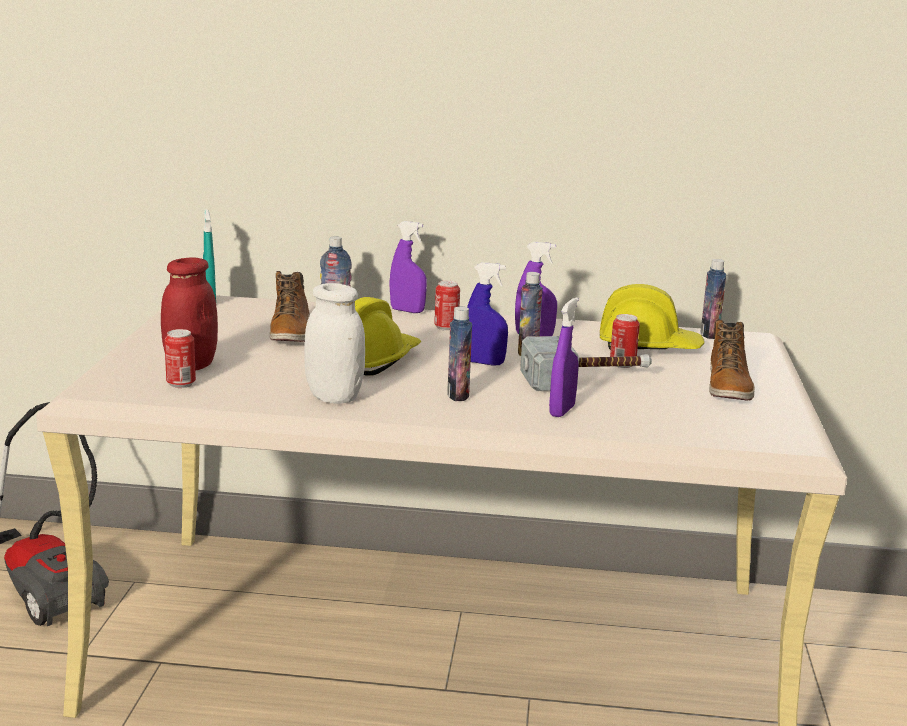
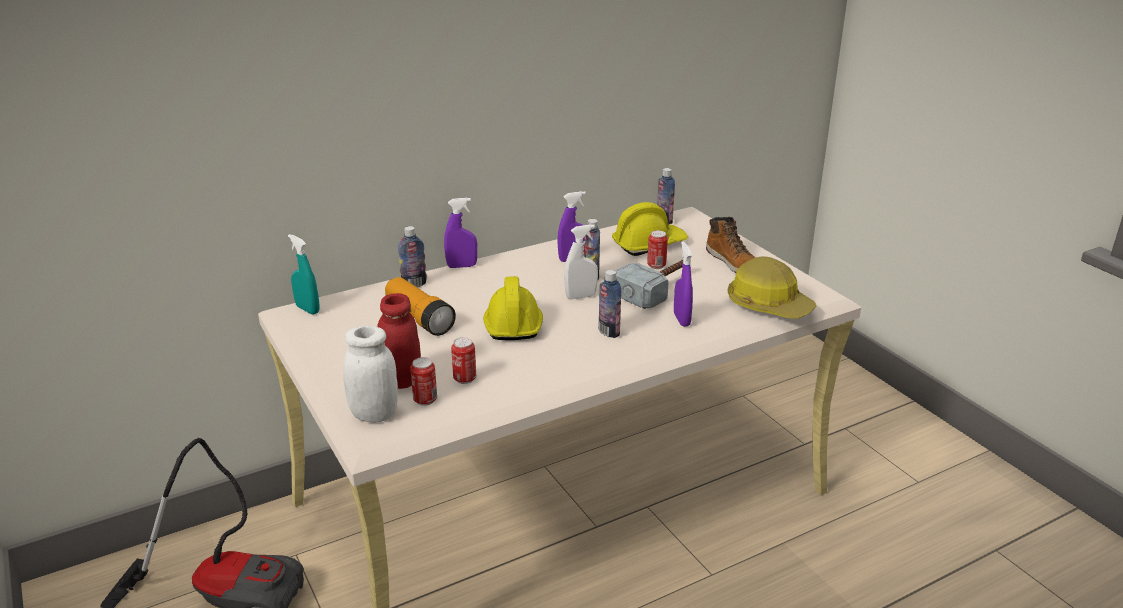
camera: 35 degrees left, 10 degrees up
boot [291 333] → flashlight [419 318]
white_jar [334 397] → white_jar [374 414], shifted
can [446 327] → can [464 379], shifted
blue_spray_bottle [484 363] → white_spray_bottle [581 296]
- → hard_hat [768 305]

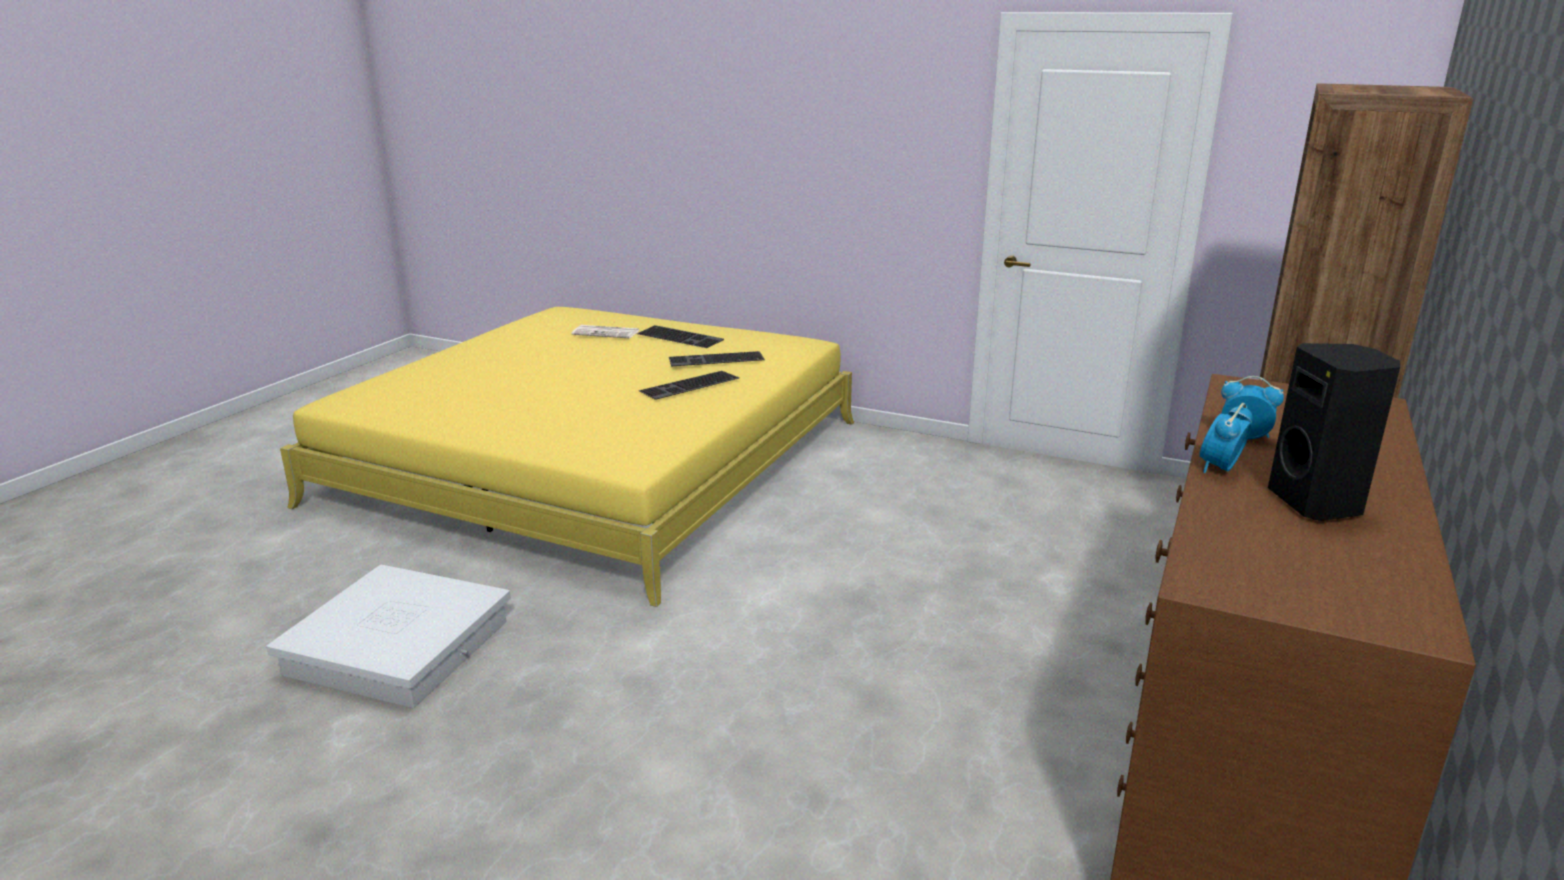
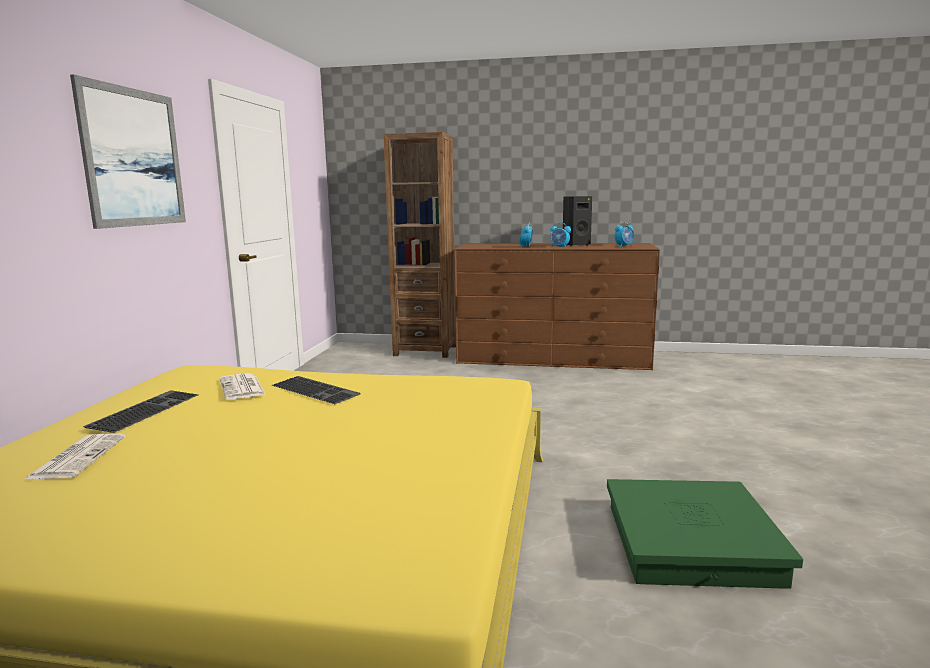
camera: 105 degrees left, 10 degrees down
white_storage_box [399 647] → green_storage_box [689 543]
keyboard [715 360] → newspaper [242 387]
- → picture [133 158]
- → alarm_clock [624 246]

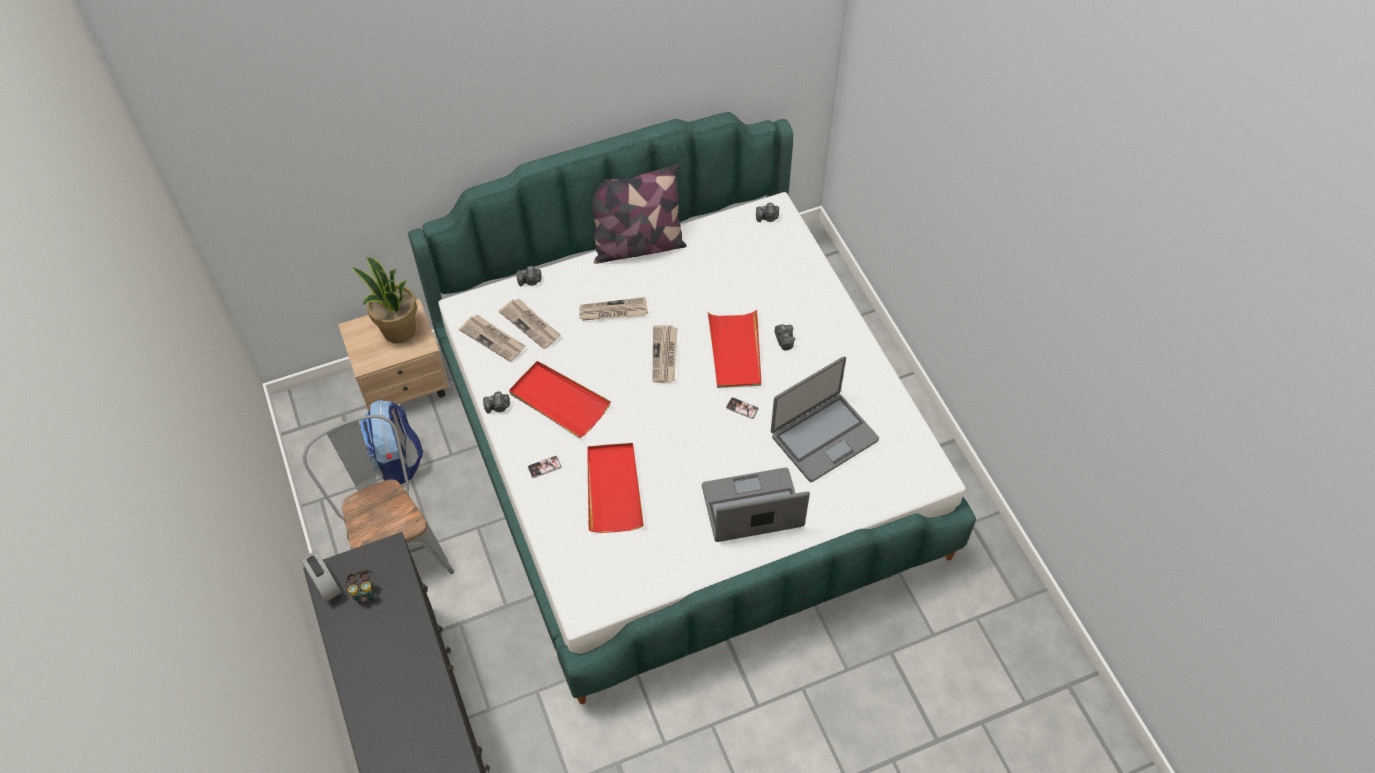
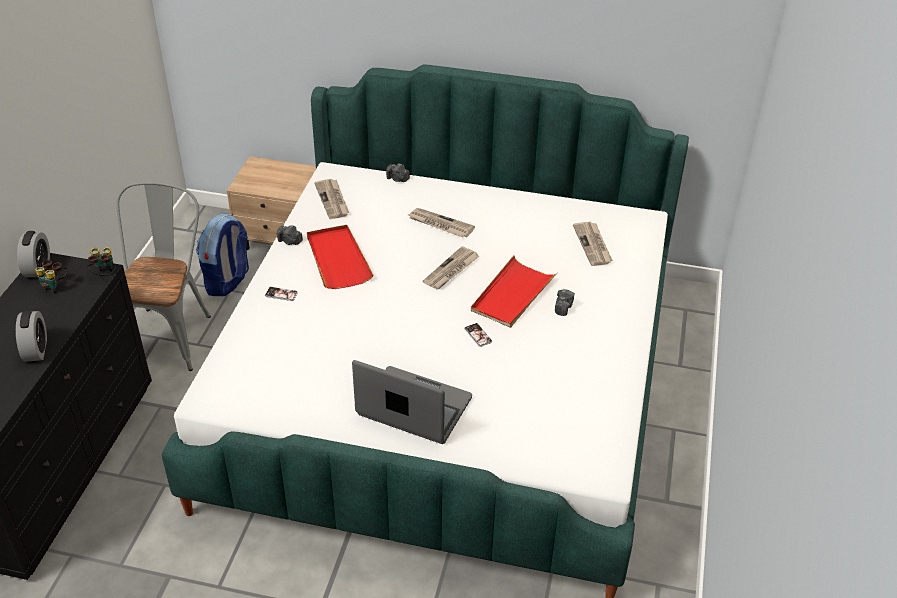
camera: 35 degrees right, 15 degrees down
potted_plant [398 330] → -
newspaper [531 324] → newspaper [593 245], shifted
red_tray [613 489] → -
pillow [637 246] → -
photo_camera [768 218] → -
laptop [823 437] → -
- → alarm_clock [36 350]
- → binoculars [104 275]

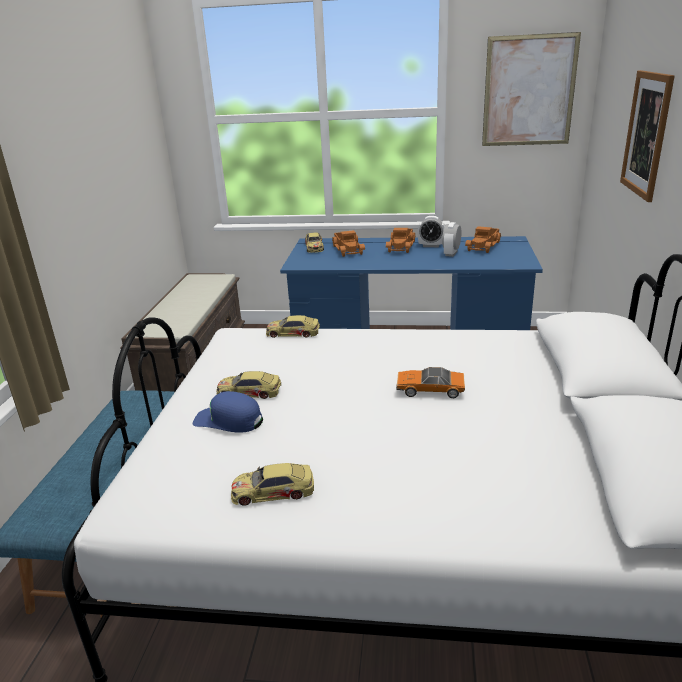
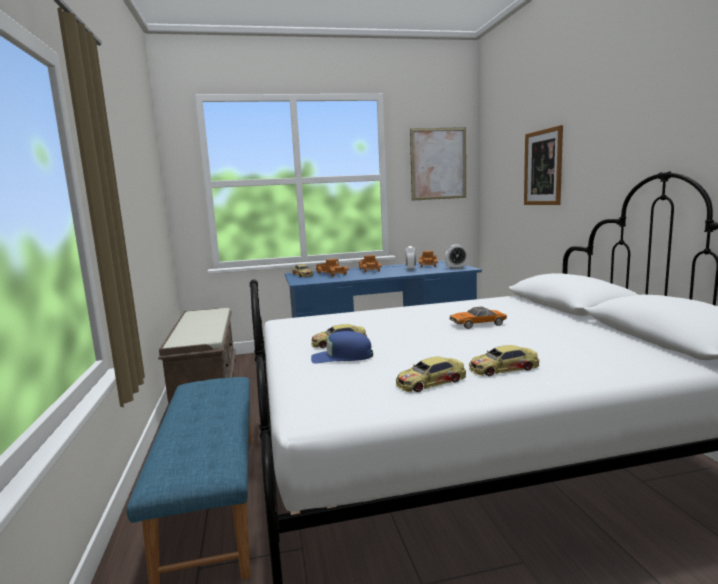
camera: 20 degrees left, 15 degrees down
toy_car [293 332] → toy_car [503 368], shifted
alarm_clock [431 246] → alarm_clock [456 268], shifted

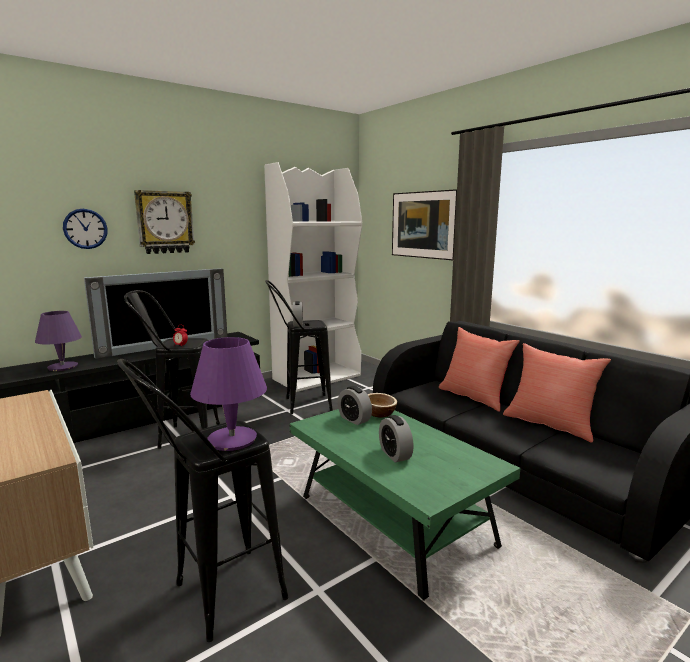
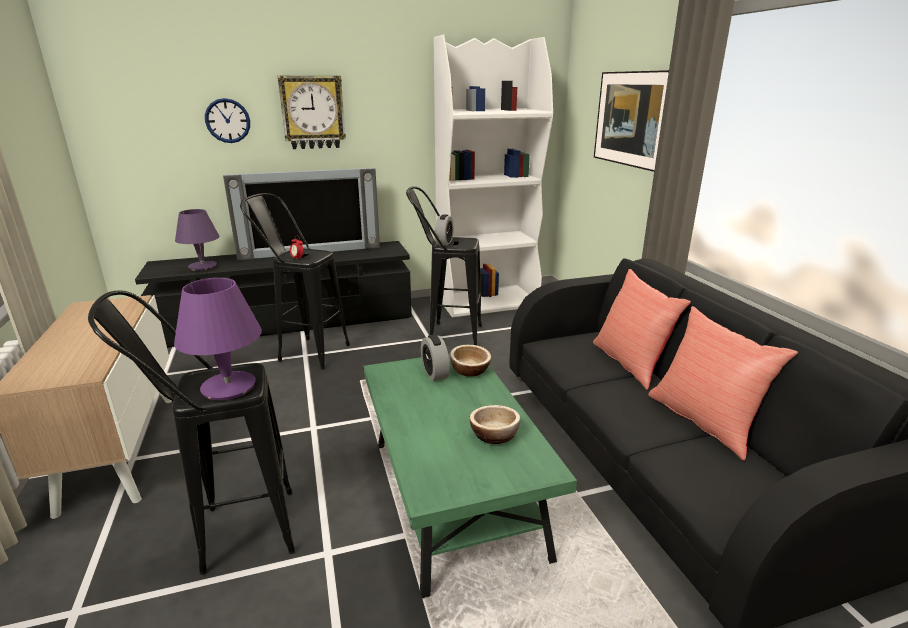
camera: 20 degrees right, 10 degrees up
alarm_clock [395 454] → -
- → bowl [494 435]

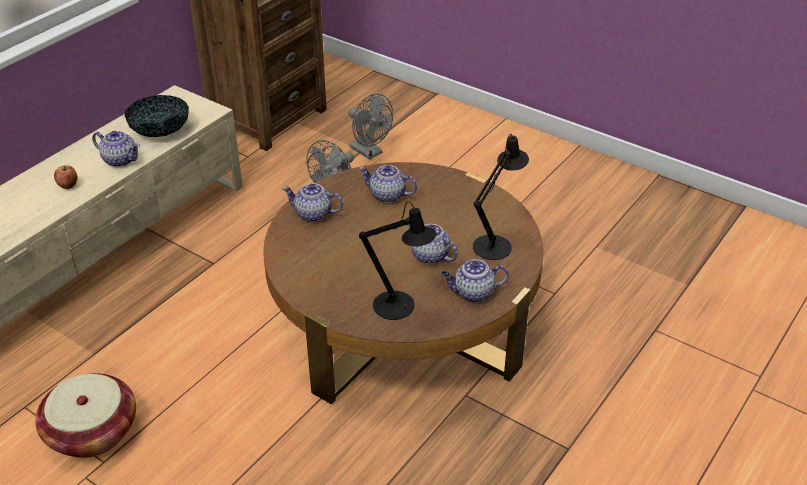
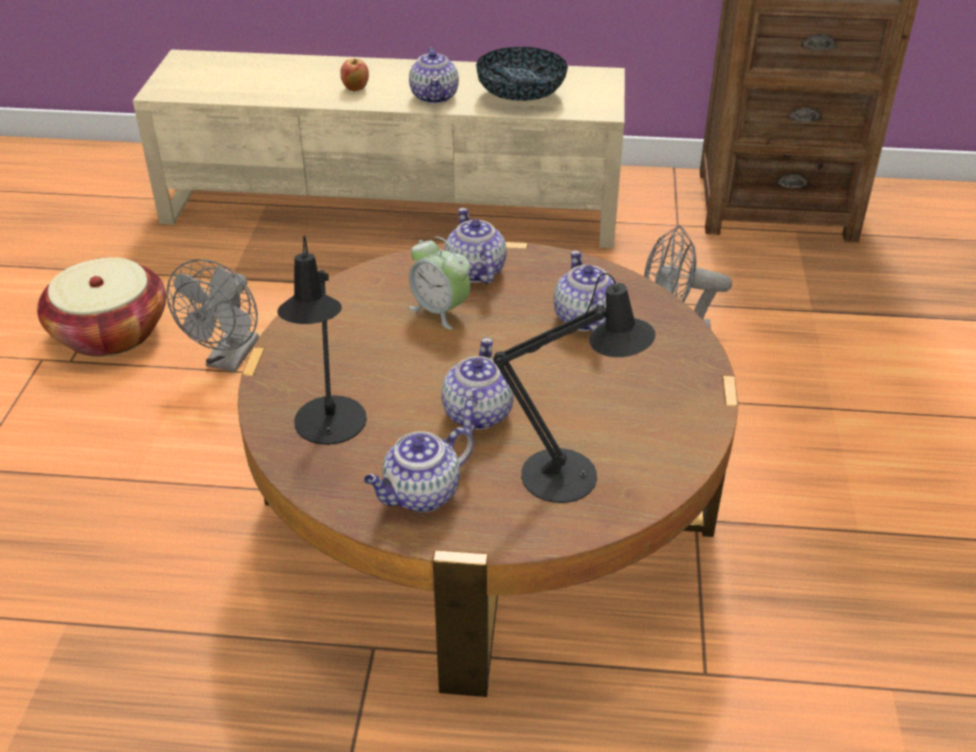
camera: 60 degrees right, 0 degrees up
grey_fan [369 152] → grey_fan [229 360], shifted
teapot [473 293] → teapot [421 495], 90 degrees counterclockwise
- → alarm_clock [440 311]

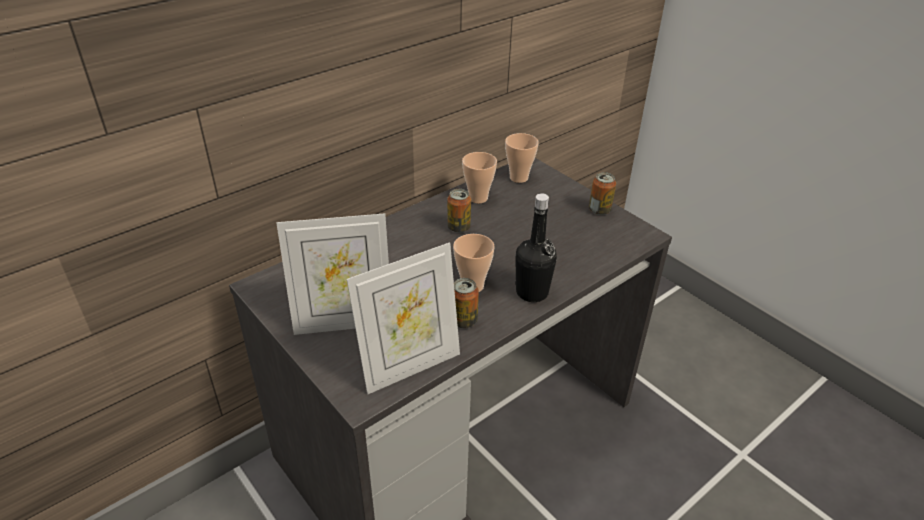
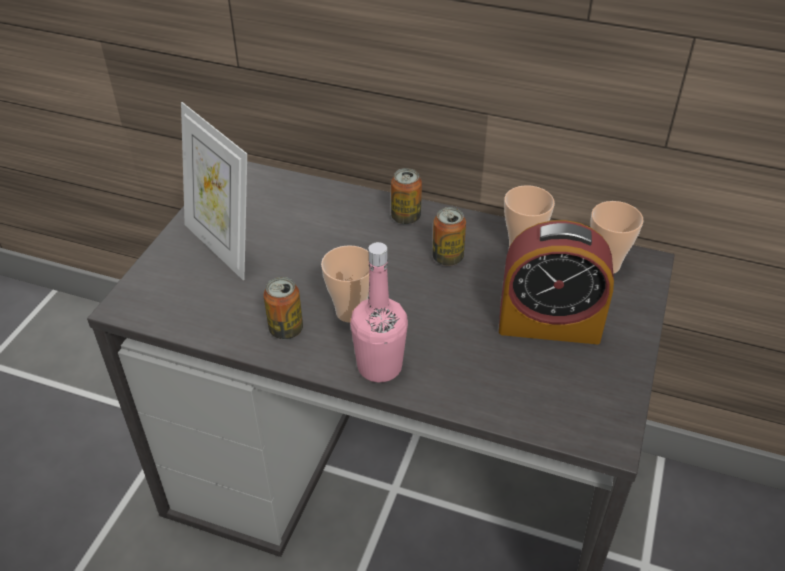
camera: 60 degrees right, 5 degrees up
picture_frame [409 366] → -
black_bottle [532 292] → pink_bottle [379 366]
can [599 210] → can [405 217], shifted
- → alarm_clock [549 324]

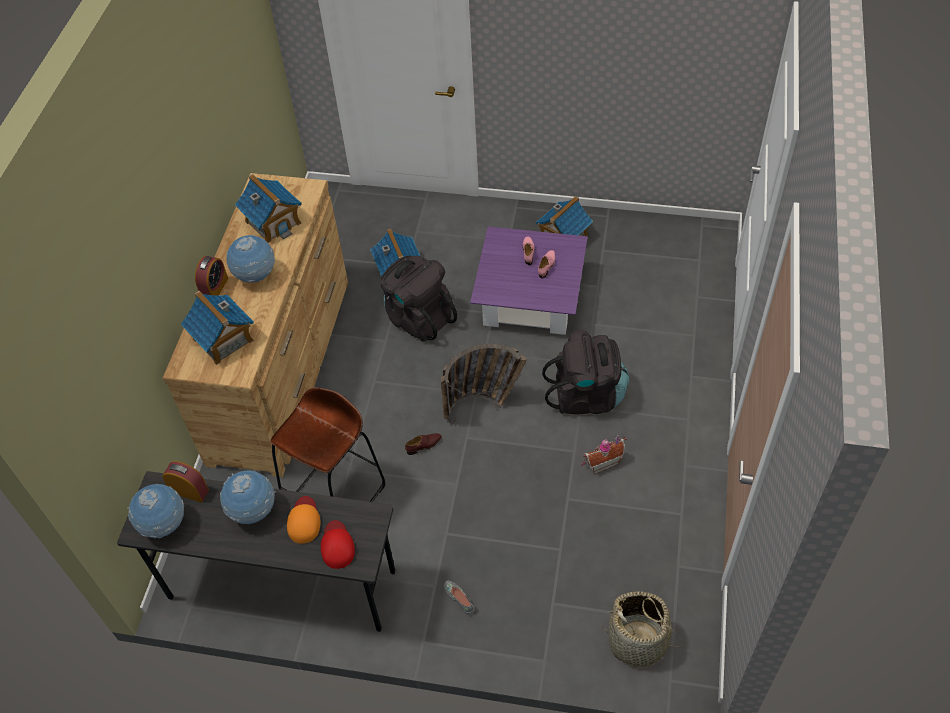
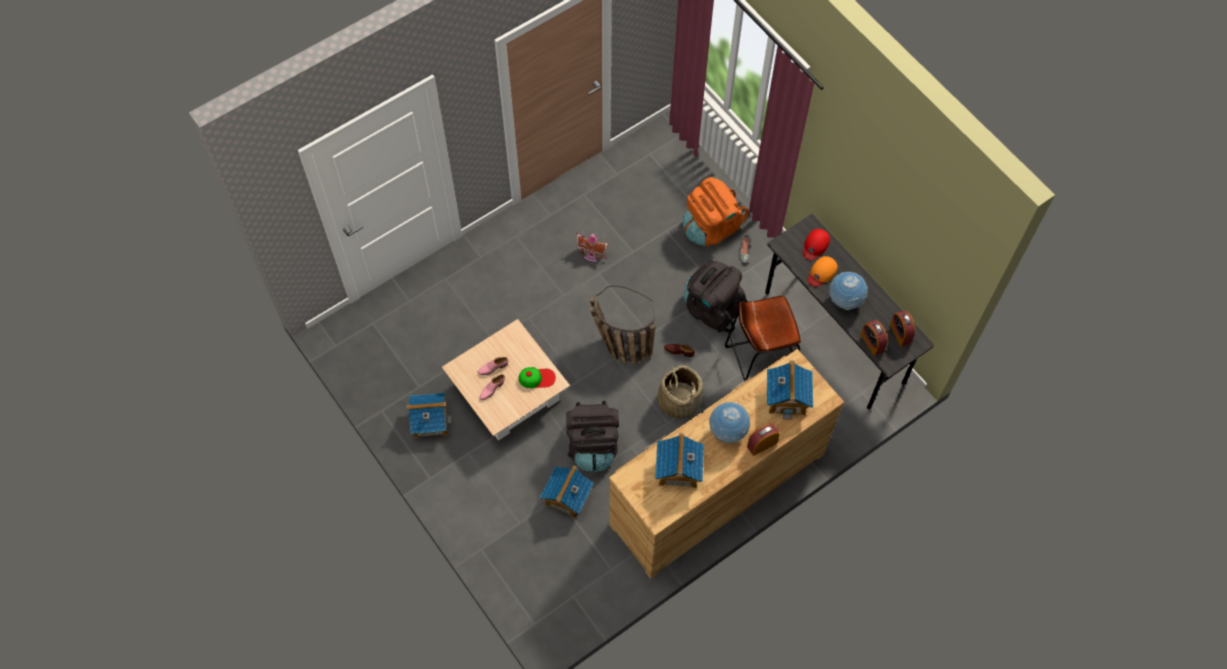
camera: 140 degrees left, 10 degrees up
globe [164 525] → alarm_clock [900 333]
purple_coffee_table [530 299] → beige_coffee_table [508 393]
black_backpack [586 396] → black_backpack [712 308], shifted
basket [638 642] → basket [679 400], shifted
- → cap [537 378]
- → orange_backpack [711 227]

